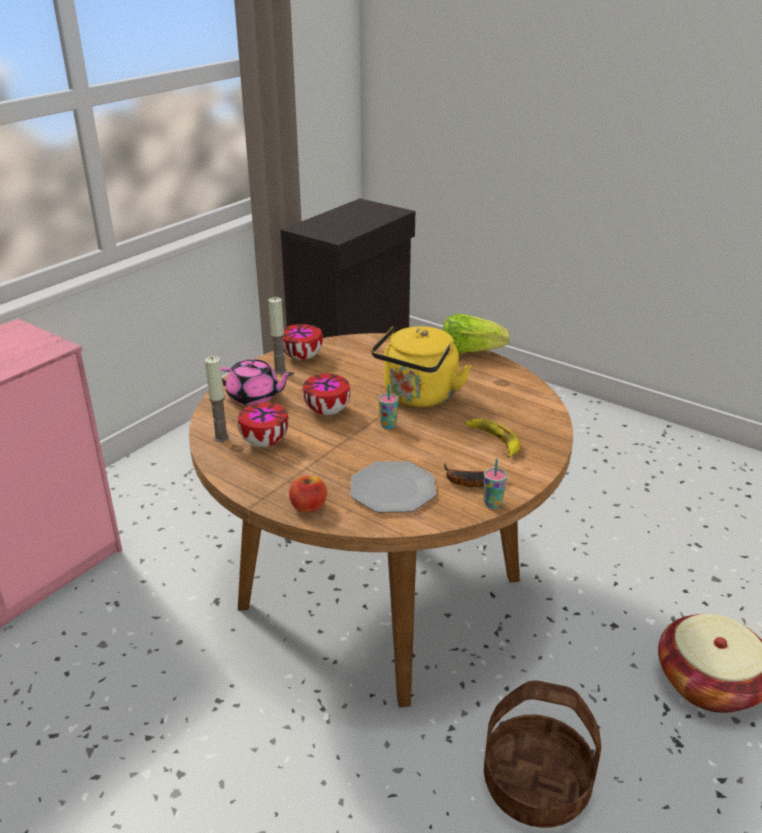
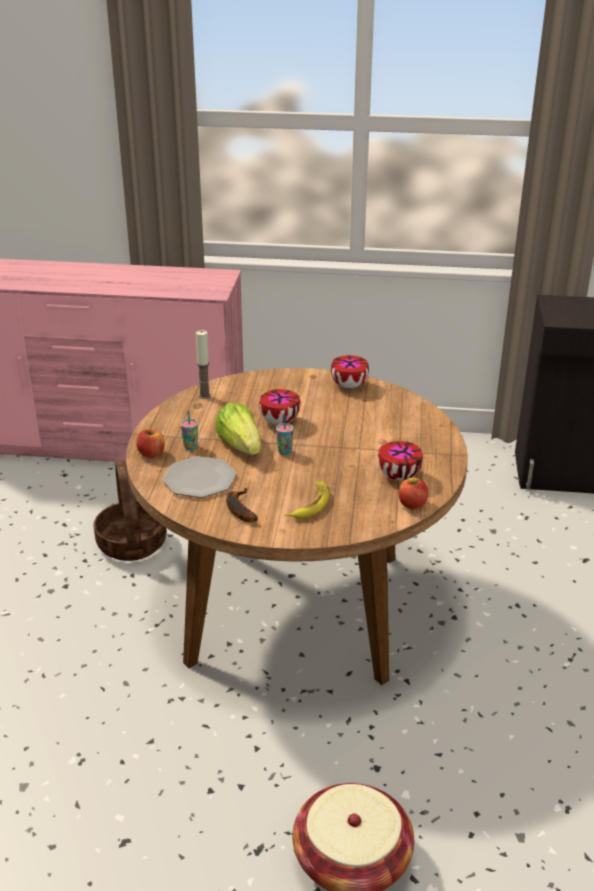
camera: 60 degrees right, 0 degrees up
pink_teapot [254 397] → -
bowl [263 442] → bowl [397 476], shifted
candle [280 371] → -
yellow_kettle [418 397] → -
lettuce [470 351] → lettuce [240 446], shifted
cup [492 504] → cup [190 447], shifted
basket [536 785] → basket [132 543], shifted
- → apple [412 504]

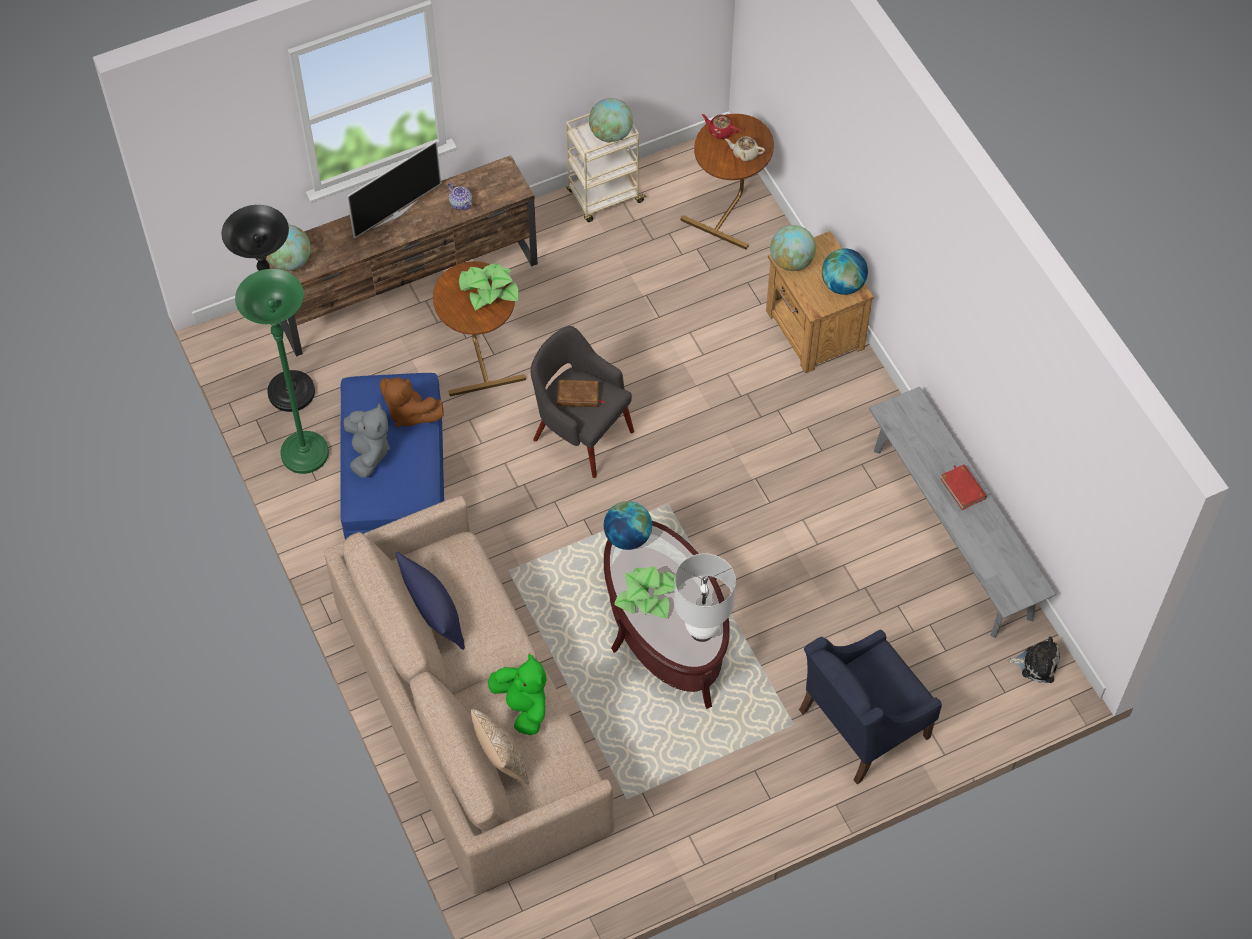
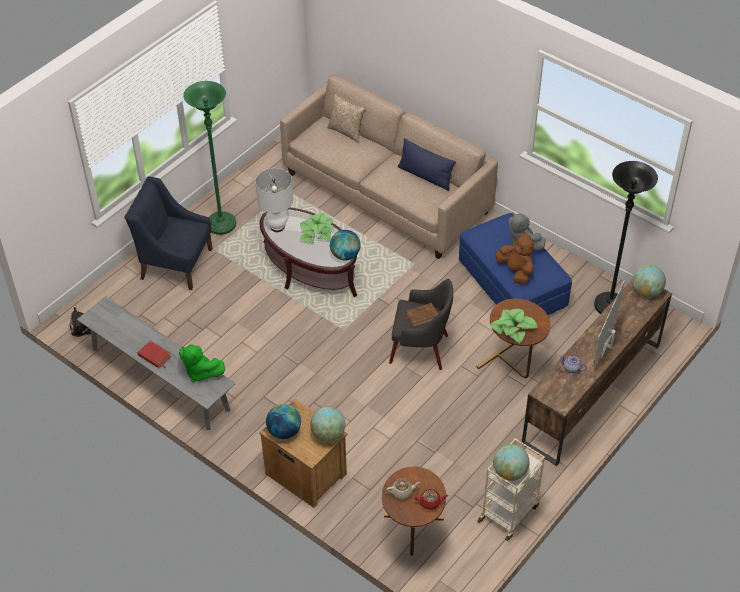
camera: 155 degrees right, 10 degrees down
green_floor_lamp [304 454] → green_floor_lamp [221 224], shifted
brown_plush_toy [409 413] → brown_plush_toy [516 271], 45 degrees clockwise
green_plush_toy [523 706] → green_plush_toy [200 372], shifted
blue_armchair [862 724] → blue_armchair [175 263], 105 degrees counterclockwise

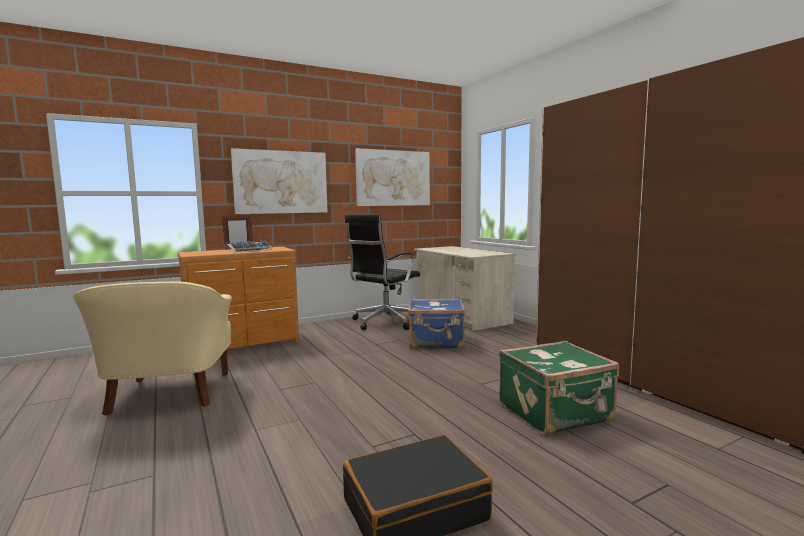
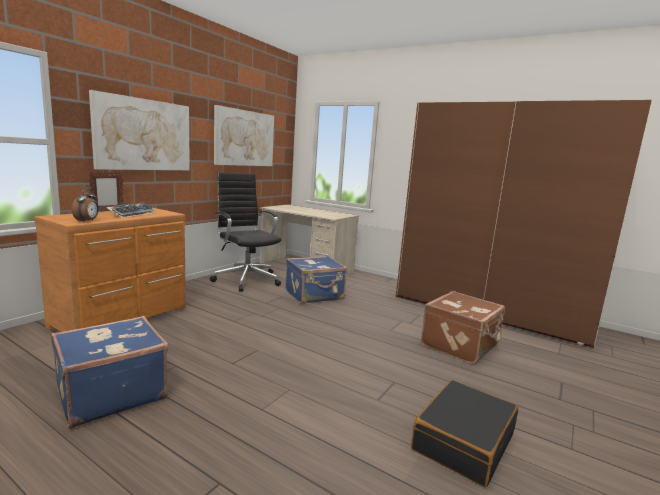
camera: 30 degrees left, 5 degrees up
beige_armchair [168 395] → blue_suitcase [110 393]
black_office_chair [384 322] → black_office_chair [246 279], 135 degrees clockwise
green_suitcase [556 413] → brown_suitcase [461 346]
- → alarm_clock [87 221]

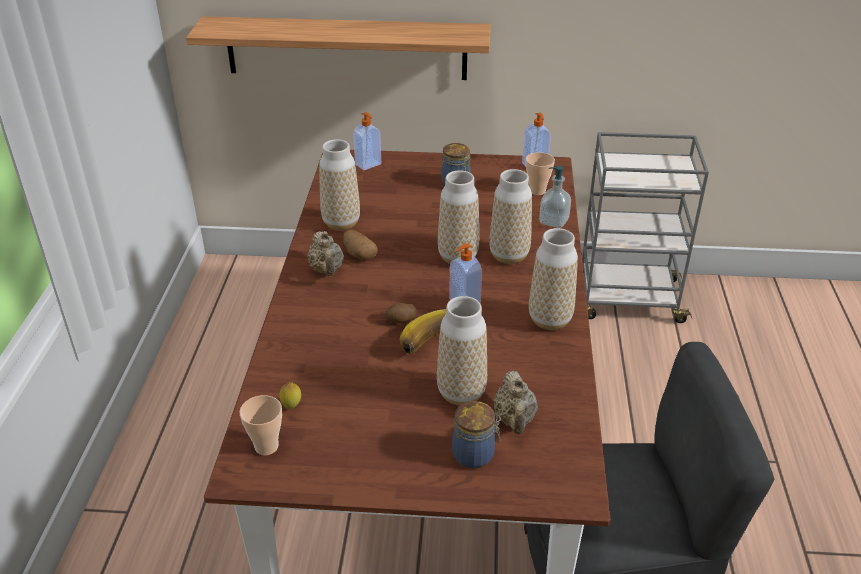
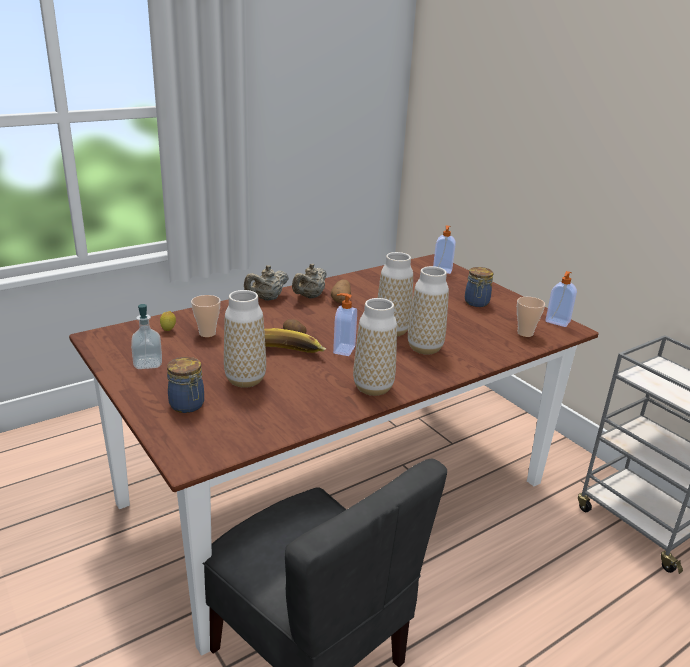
camera: 50 degrees right, 10 degrees down
shelf [346 48] → -
cup [266 446] → cup [207 333], shifted
vase [341 223] → -
beige_teapot [514 421] → beige_teapot [267 298], shifted
soap_dispenser [553 221] → soap_dispenser [148 363], shifted

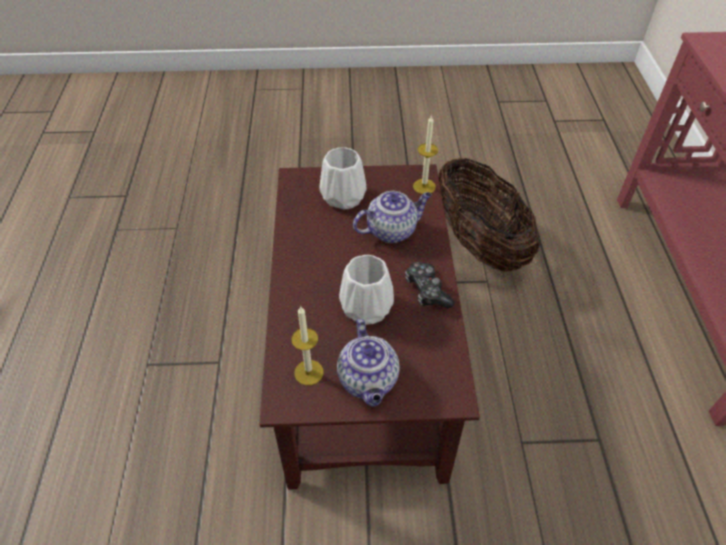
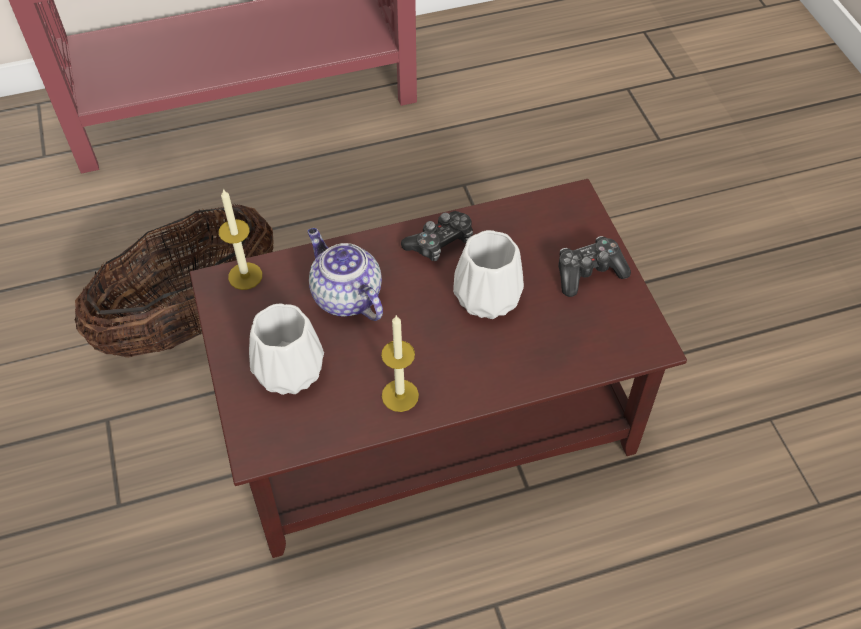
camera: 105 degrees left, 5 degrees up
candle [309 372] → candle [400 395], shifted
teapot [369 381] → game_controller [588 272]

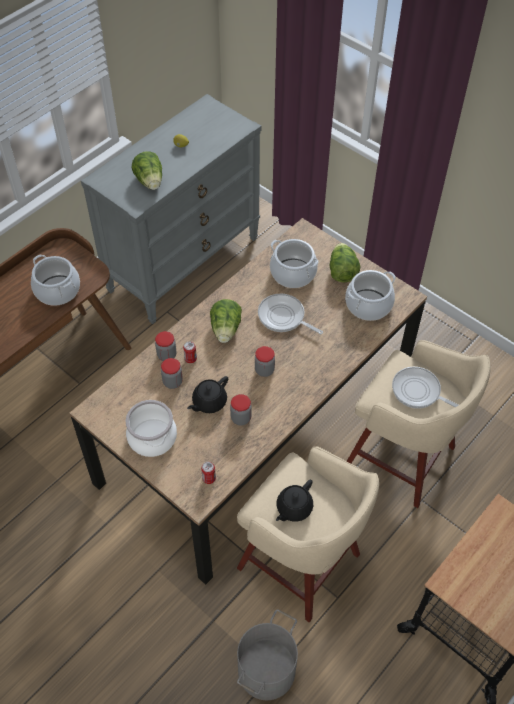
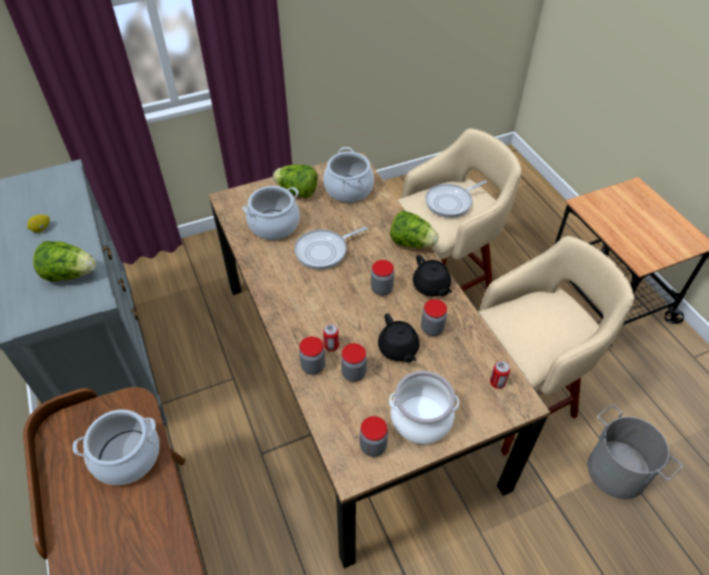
camera: 65 degrees left, 5 degrees down
lettuce [226 330] → lettuce [411 243], shifted
black_teapot [293 508] → black_teapot [431 286], shifted
- → jar [373 446]

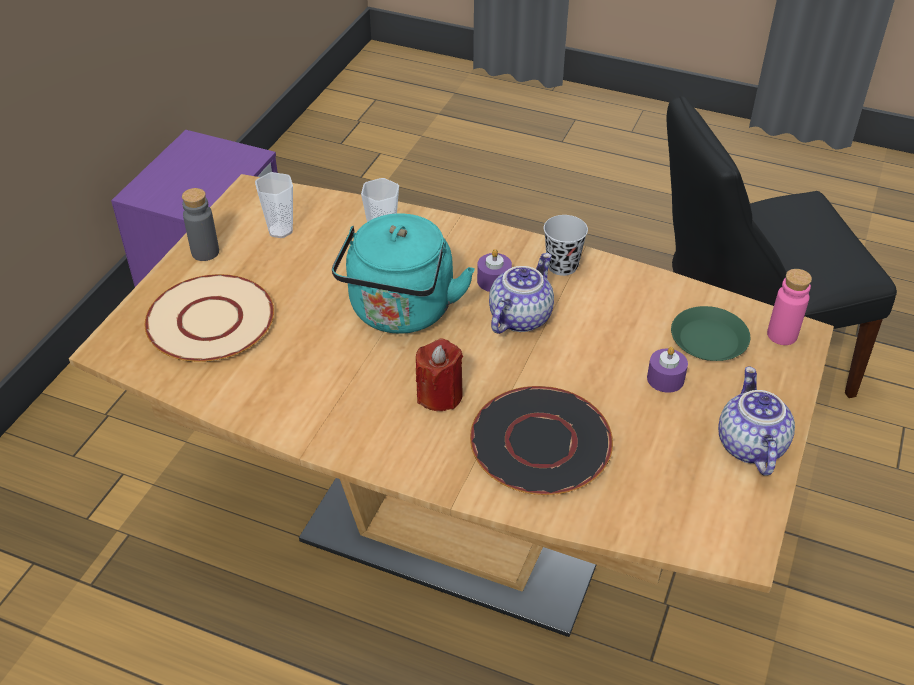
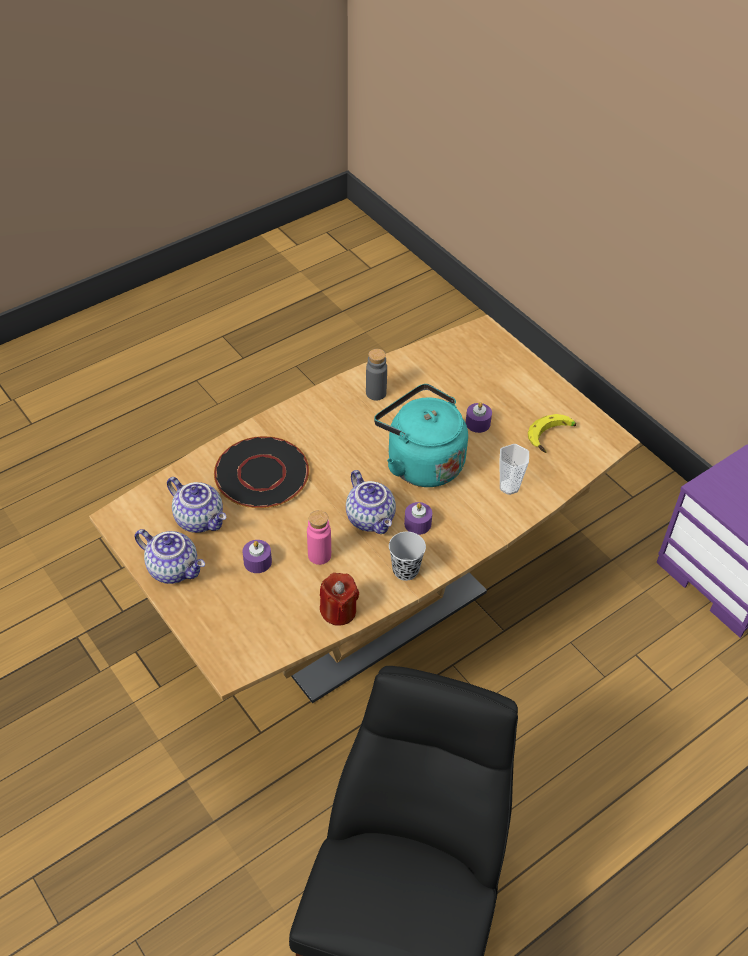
camera: 120 degrees right, 5 degrees up
beige_plate [210 320] → -
grey_bottle [205 252] → grey_bottle [376 393], shifted
cup [280 230] → banana [552 437]
red_candle [439 395] → red_candle [338 611], shifted
green_plate [708 340] → -
pink_bottle [782 335] → pink_bottle [319 555], shifted
- → teapot [200 519]
- → purple_candle [477 423]

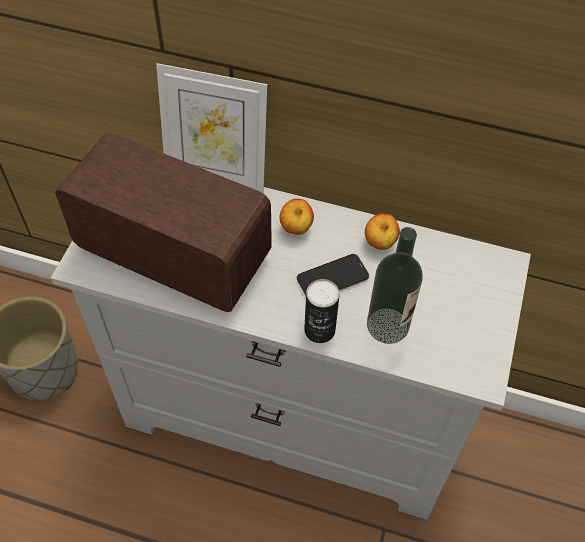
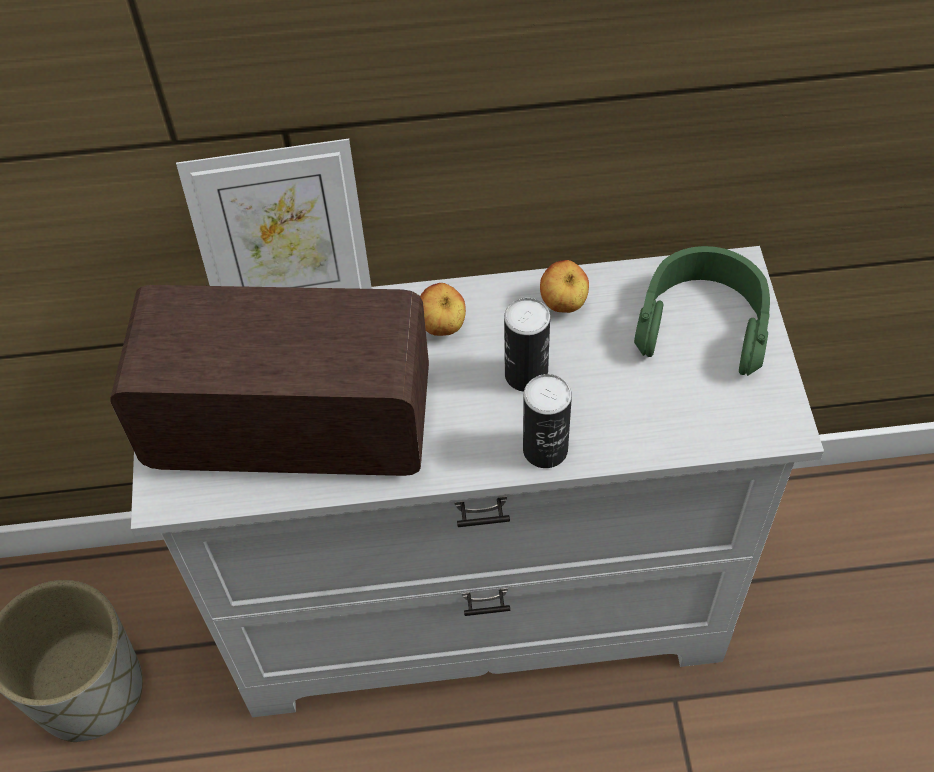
camera: 20 degrees left, 0 degrees up
phone [332 278] → can [526 374]
bottle [387 325] → -
- → green_headphones [703 322]

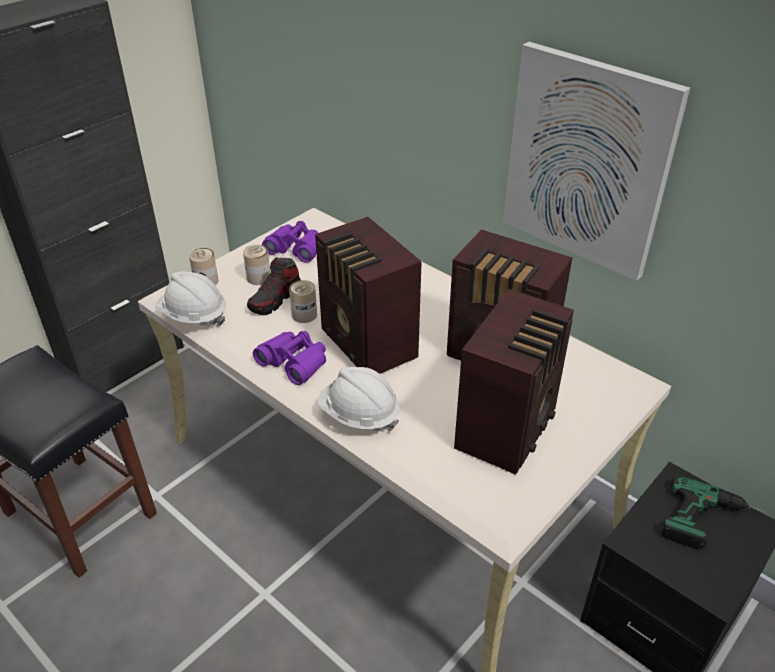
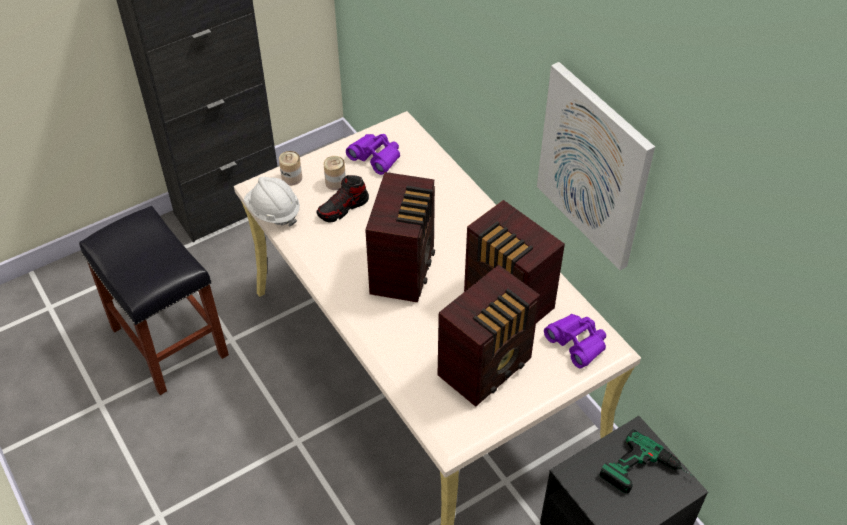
camera: 15 degrees right, 10 degrees up
purple_binoculars [294 362] → purple_binoculars [577 343], shifted
can [304 315] → -
radio [368 345] → radio [404 269], 150 degrees counterclockwise
white_hard_hat [359 415] → -

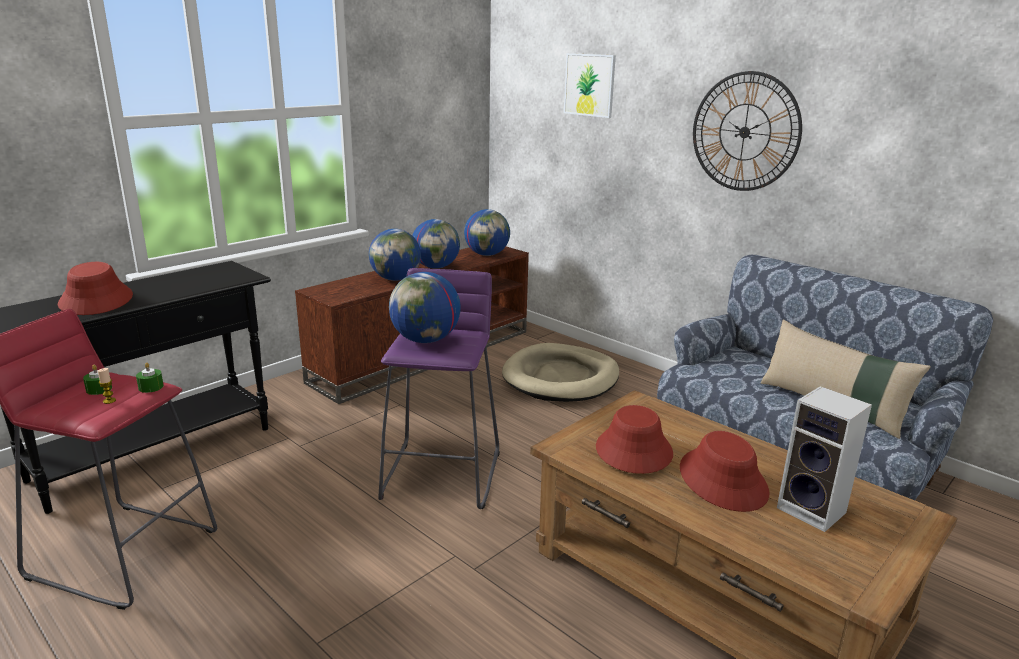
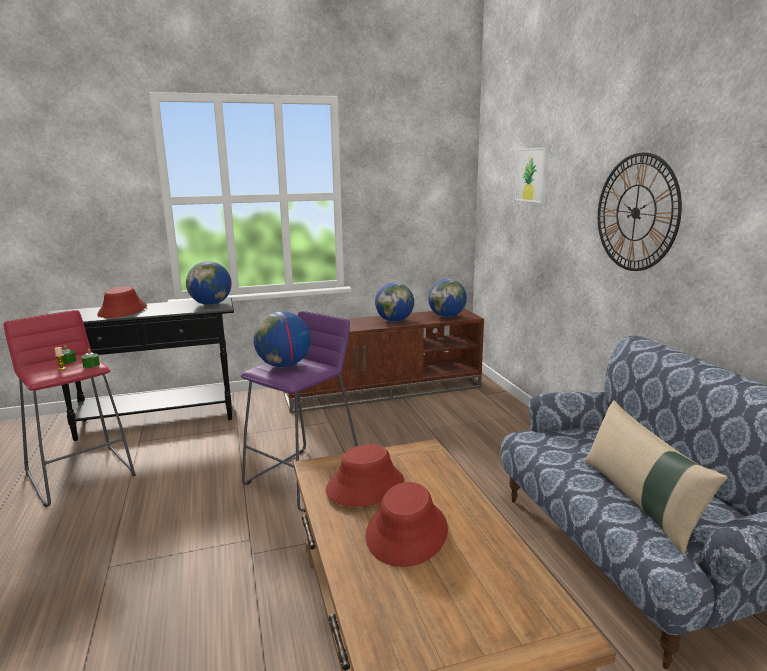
camera: 30 degrees right, 5 degrees down
globe [396 279] → globe [211 304], shifted
beige_dog_bed [561 378] → -
speaker [814 511] → -

